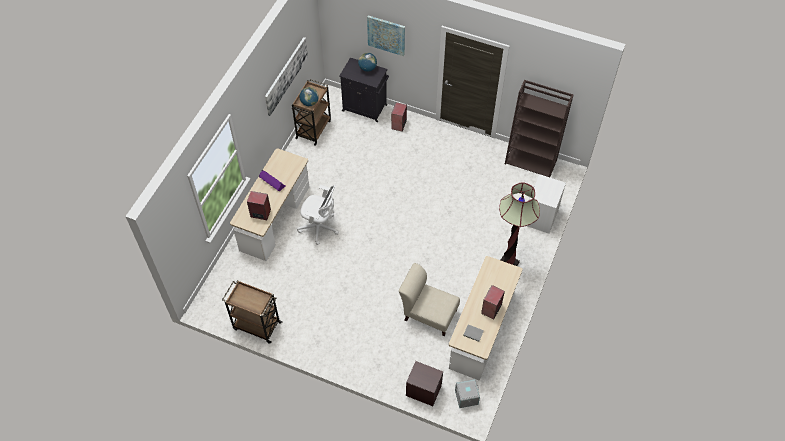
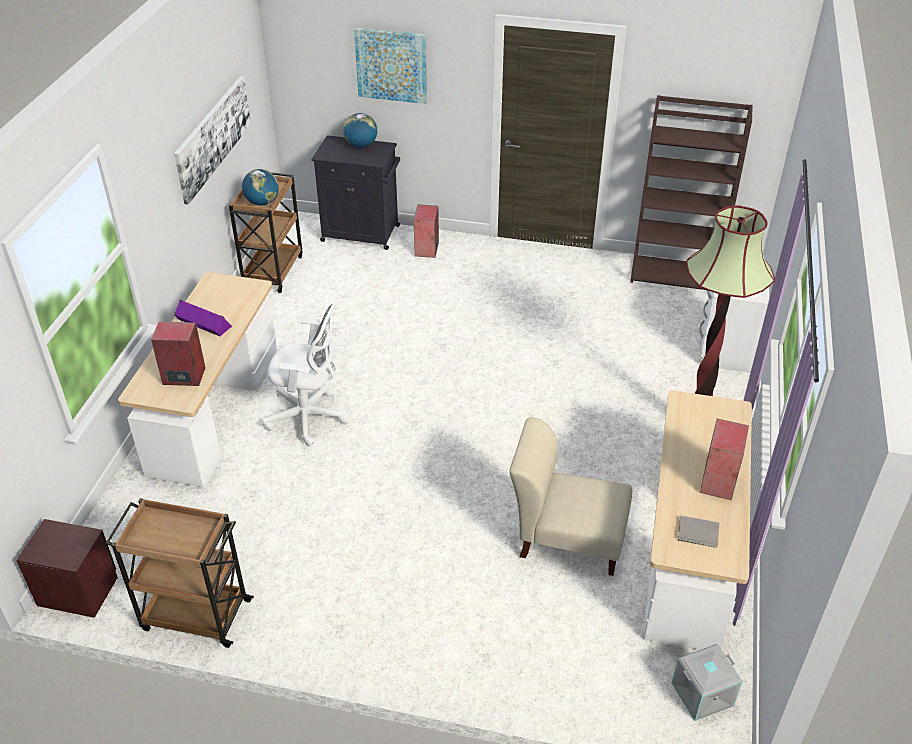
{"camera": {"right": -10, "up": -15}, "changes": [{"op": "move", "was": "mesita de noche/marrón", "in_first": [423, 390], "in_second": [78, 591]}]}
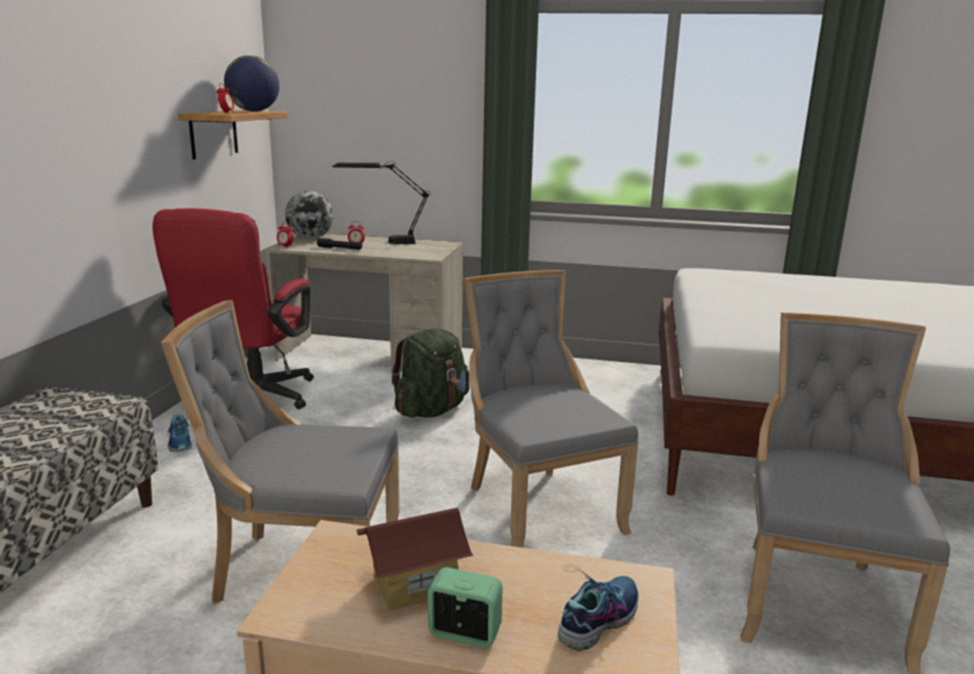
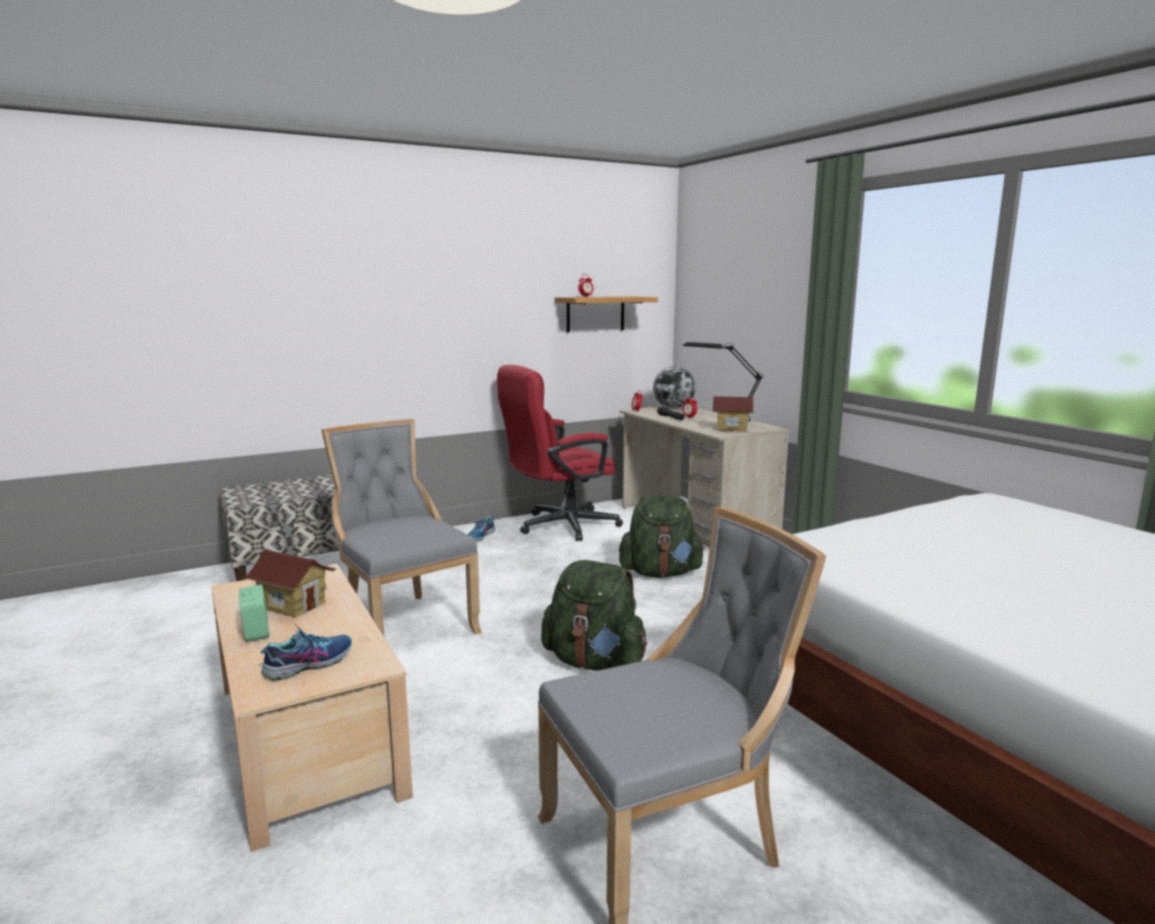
{"camera": {"right": 50, "up": -5}, "changes": [{"op": "delete", "was": "globo terráqueo", "in_first": [254, 111]}, {"op": "replace", "was": "silla/gris", "now": "mochila/verde", "in_first": [537, 508], "in_second": [594, 662]}, {"op": "rotate", "was": "zapato", "in_first": [598, 619], "in_second": [309, 663], "clockwise": -45}, {"op": "insert", "now": "casita", "in_second": [731, 428]}]}
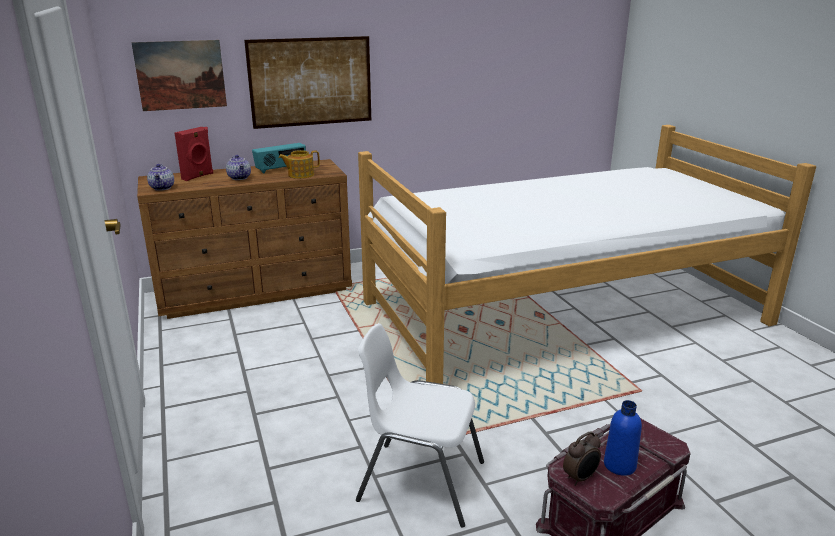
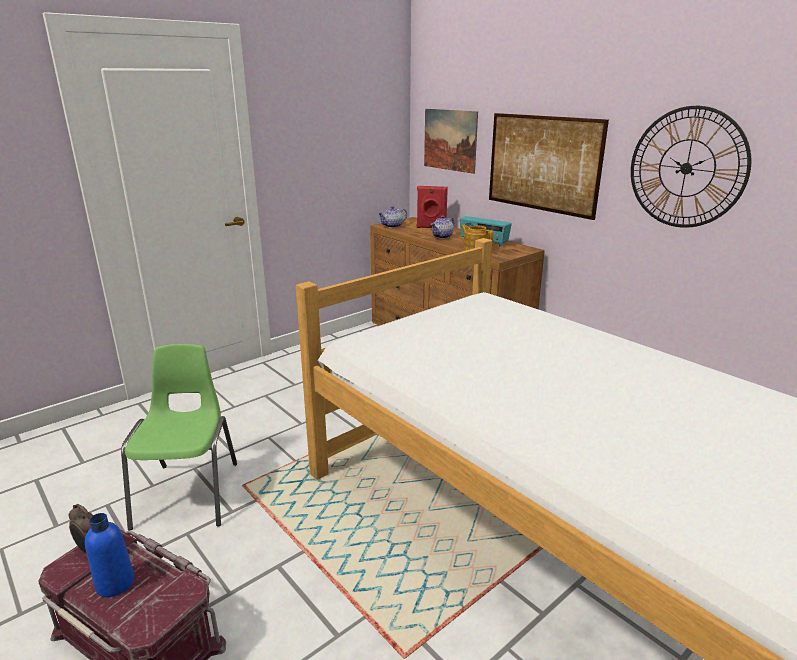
{"camera": {"right": 70, "up": 0}, "changes": [{"op": "recolor", "was": "silla/blanco", "now": "silla/verde", "in_first": [419, 481], "in_second": [189, 493]}, {"op": "insert", "now": "reloj de pared", "in_second": [686, 168]}]}
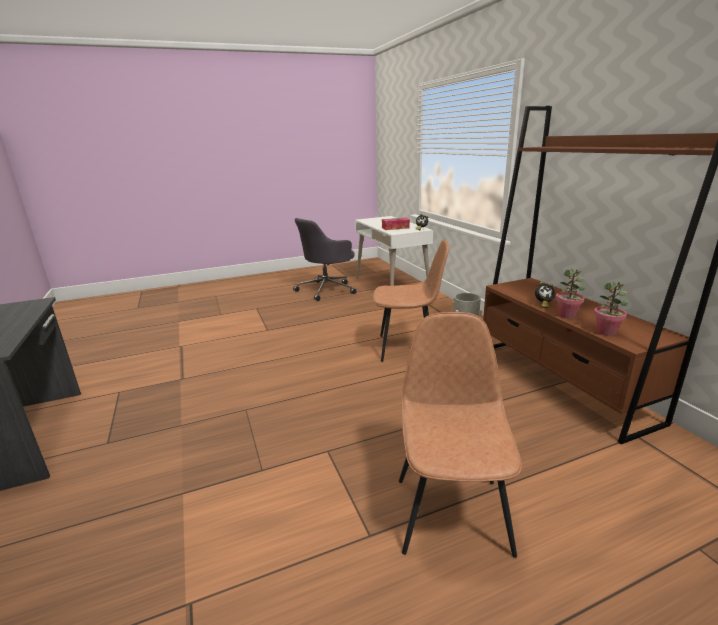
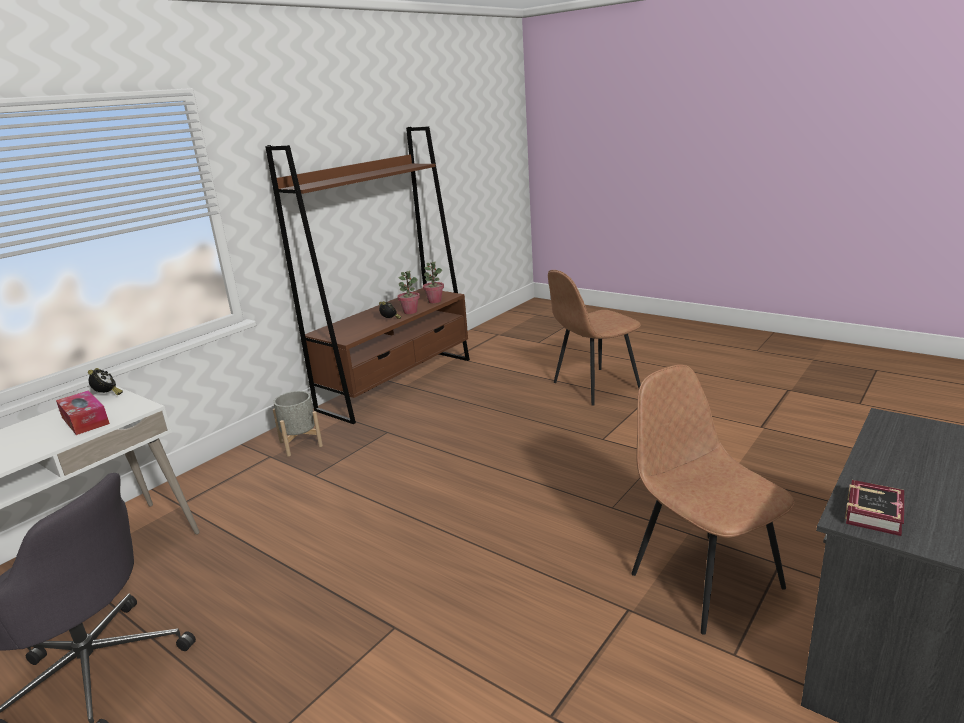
{"camera": {"right": -120, "up": 0}, "changes": [{"op": "move", "was": "silla/marrón", "in_first": [408, 348], "in_second": [703, 578]}, {"op": "insert", "now": "libro", "in_second": [876, 512]}]}
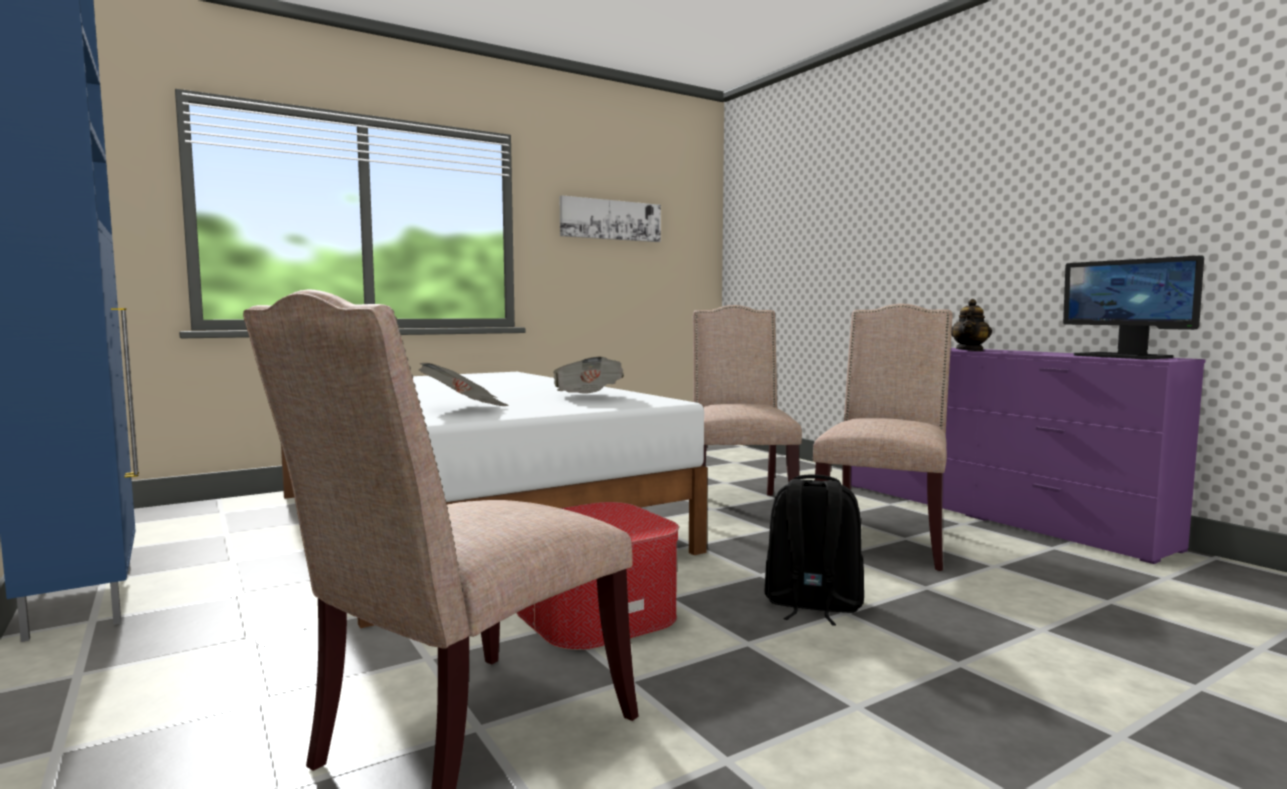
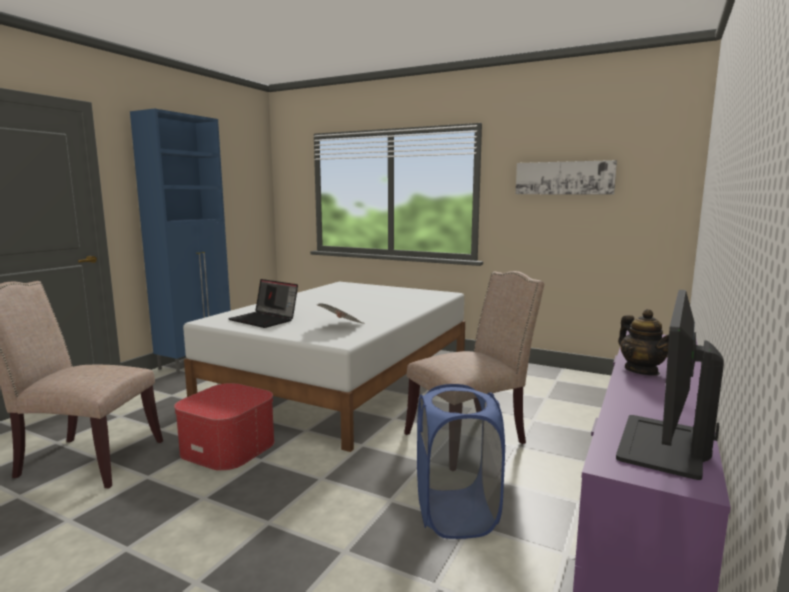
{"camera": {"right": 60, "up": 5}, "changes": [{"op": "replace", "was": "periódico", "now": "portátil", "in_first": [465, 409], "in_second": [265, 320]}, {"op": "delete", "was": "mochila/negro", "in_first": [812, 605]}, {"op": "replace", "was": "silla/beis", "now": "cesto de la ropa/azul", "in_first": [883, 539], "in_second": [456, 514]}, {"op": "rotate", "was": "tetera", "in_first": [970, 350], "in_second": [641, 370], "clockwise": -105}]}
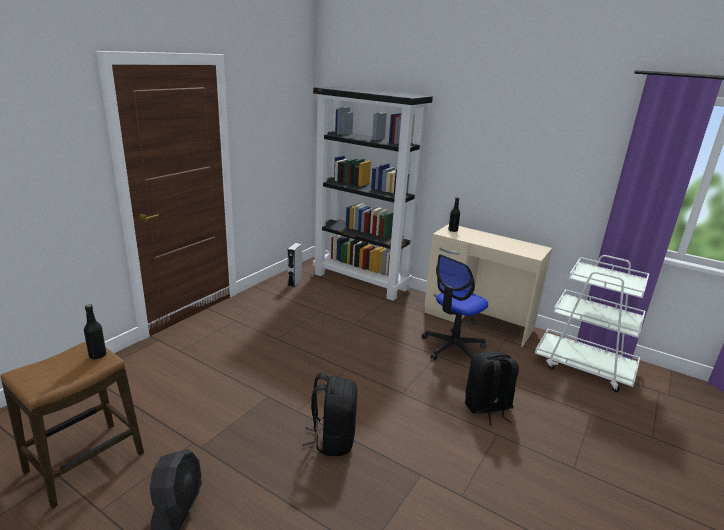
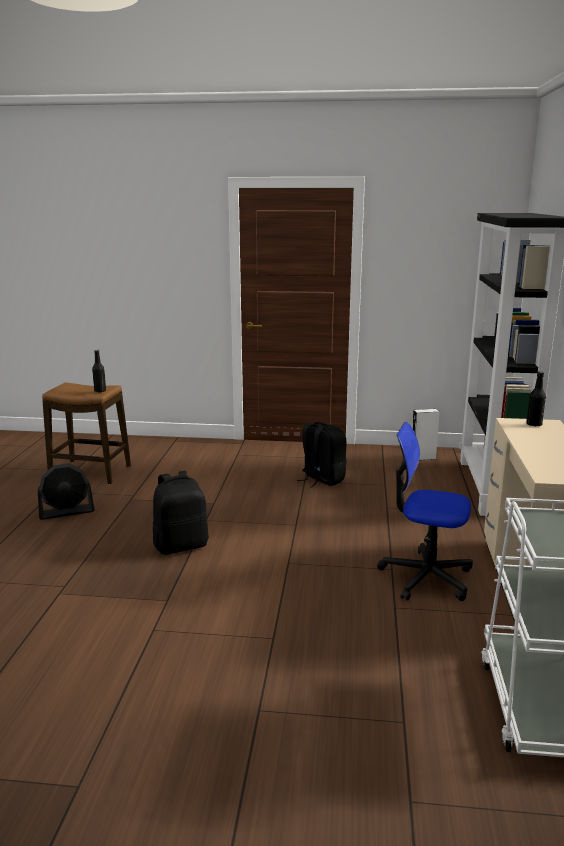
{"camera": {"right": 65, "up": -5}, "changes": [{"op": "move", "was": "mochila/negro", "in_first": [487, 408], "in_second": [322, 479]}]}
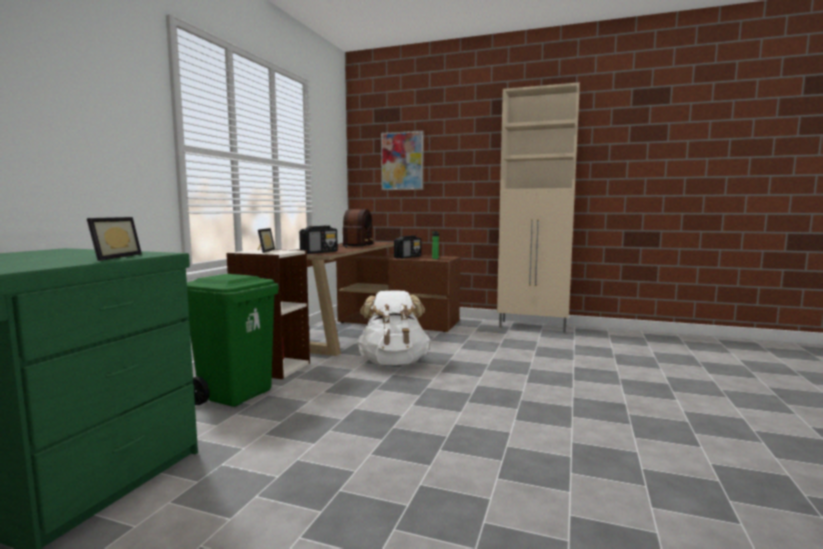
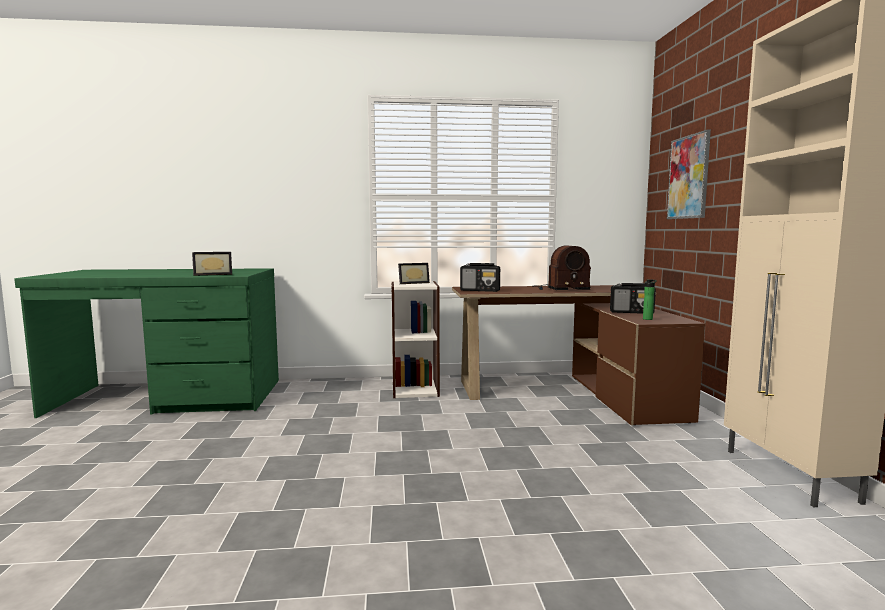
{"camera": {"right": 65, "up": 0}, "changes": [{"op": "delete", "was": "papelera/verde", "in_first": [235, 395]}, {"op": "delete", "was": "mochila/blanco", "in_first": [393, 362]}]}
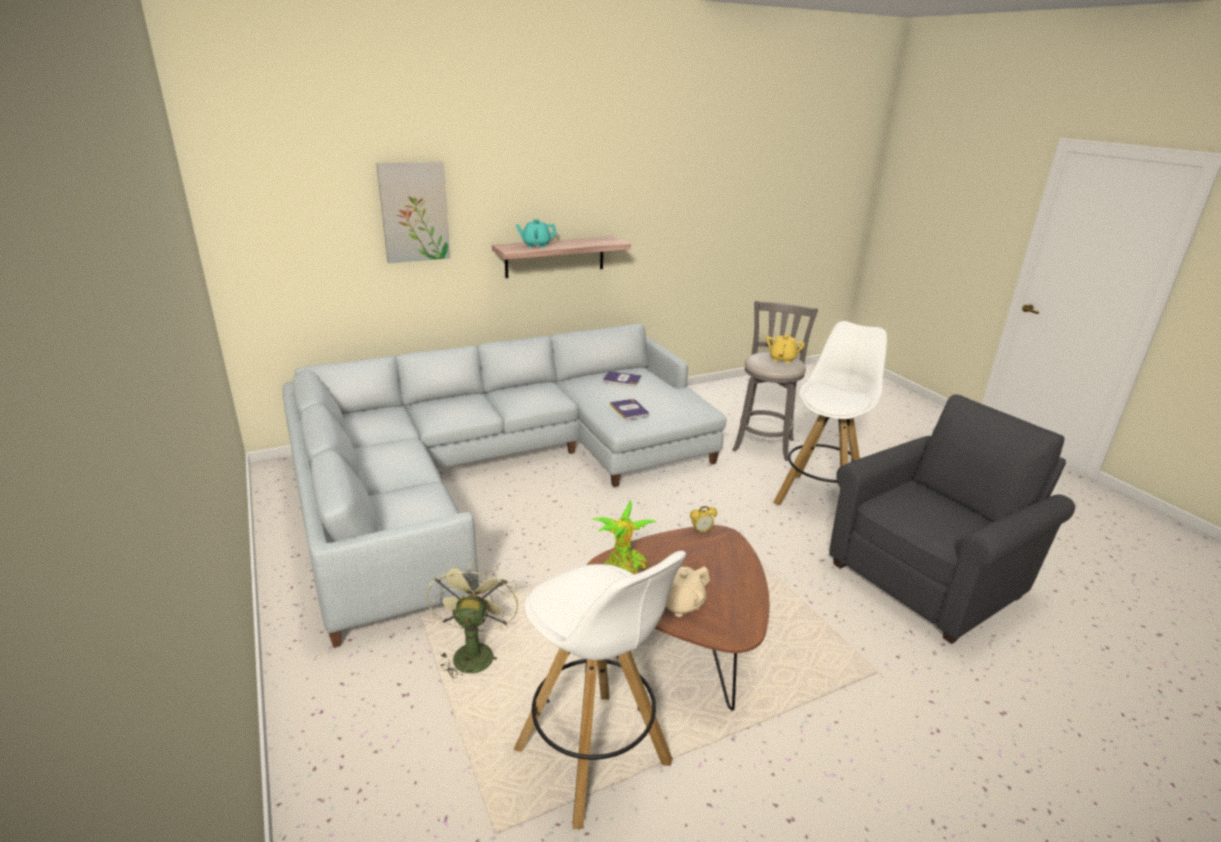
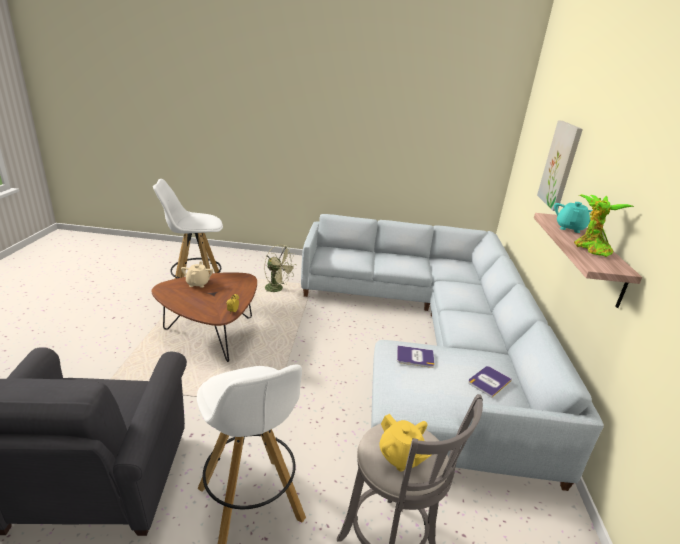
{"camera": {"right": 120, "up": 0}, "changes": [{"op": "move", "was": "planta en maceta", "in_first": [624, 569], "in_second": [590, 249]}]}
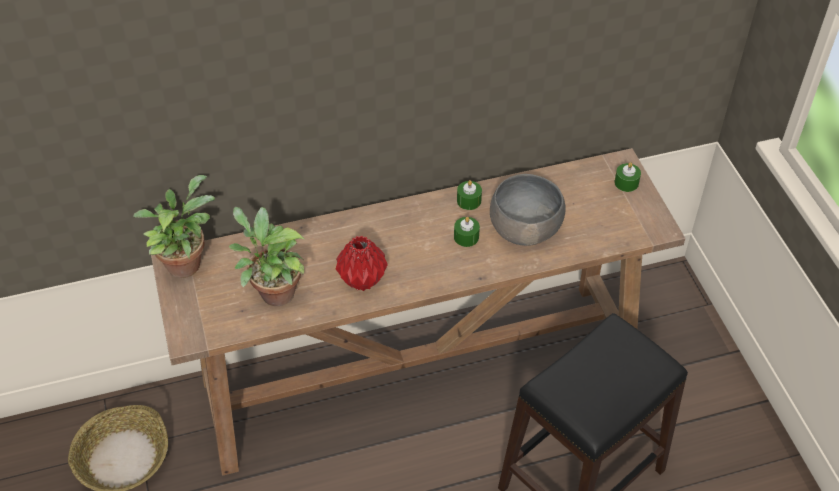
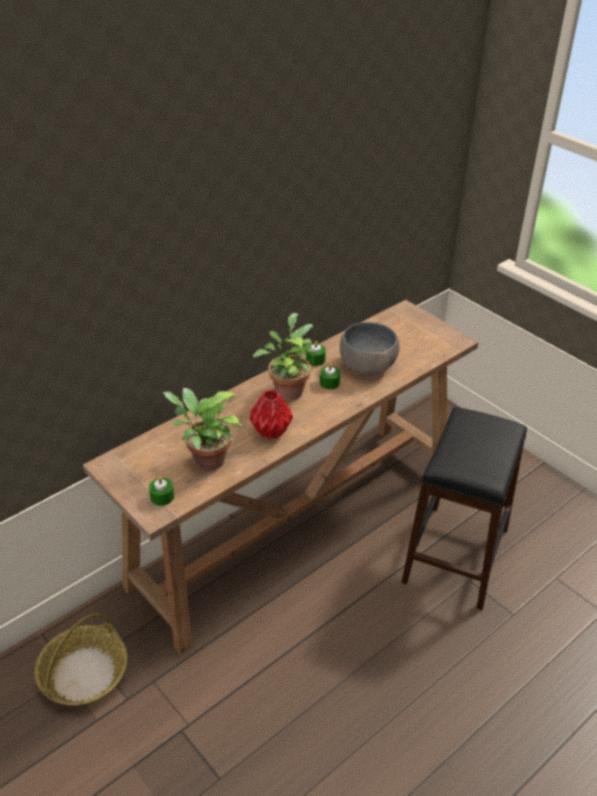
{"camera": {"right": -25, "up": -10}, "changes": [{"op": "move", "was": "planta en maceta", "in_first": [185, 261], "in_second": [288, 389]}, {"op": "move", "was": "vela/verde", "in_first": [626, 183], "in_second": [162, 497]}]}
